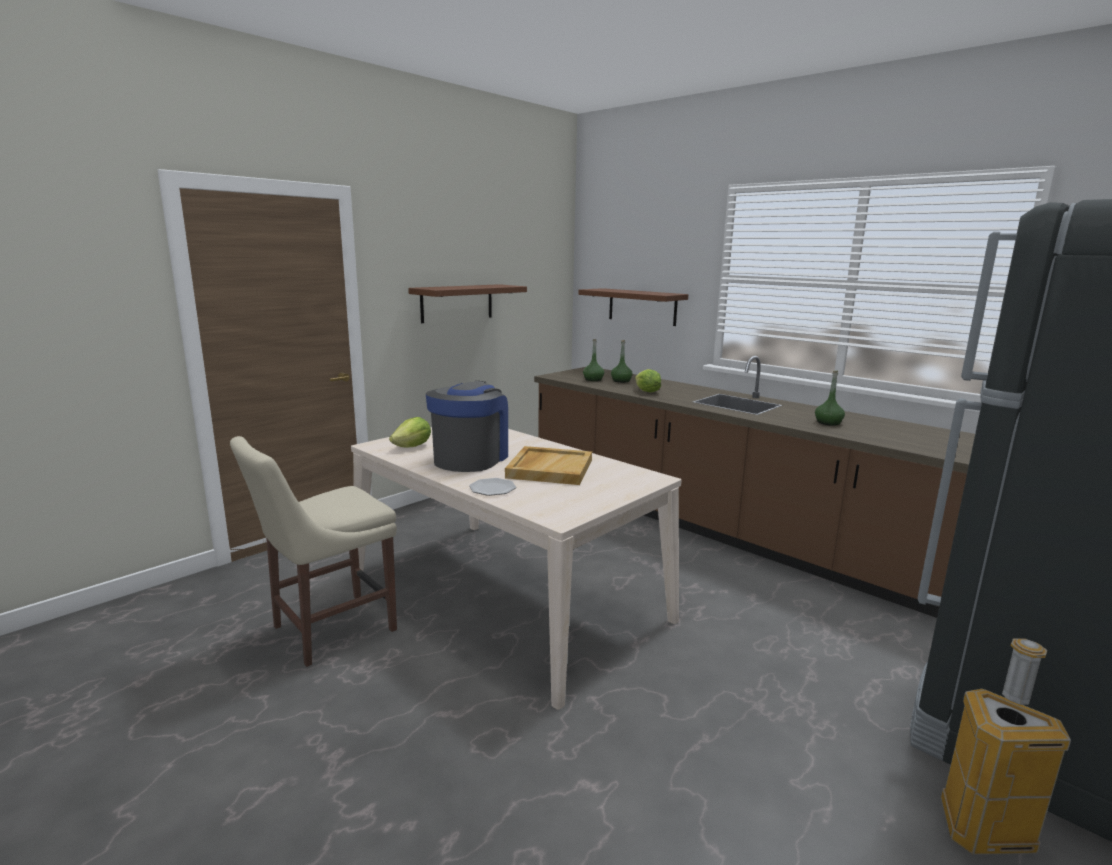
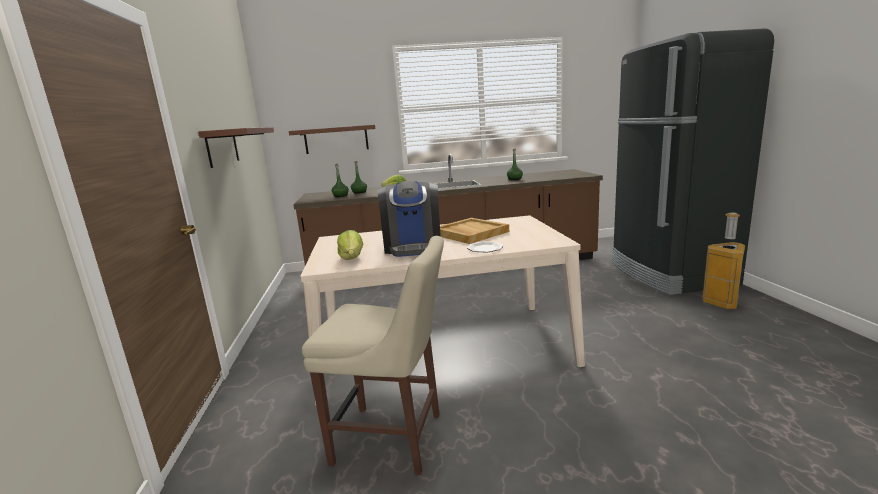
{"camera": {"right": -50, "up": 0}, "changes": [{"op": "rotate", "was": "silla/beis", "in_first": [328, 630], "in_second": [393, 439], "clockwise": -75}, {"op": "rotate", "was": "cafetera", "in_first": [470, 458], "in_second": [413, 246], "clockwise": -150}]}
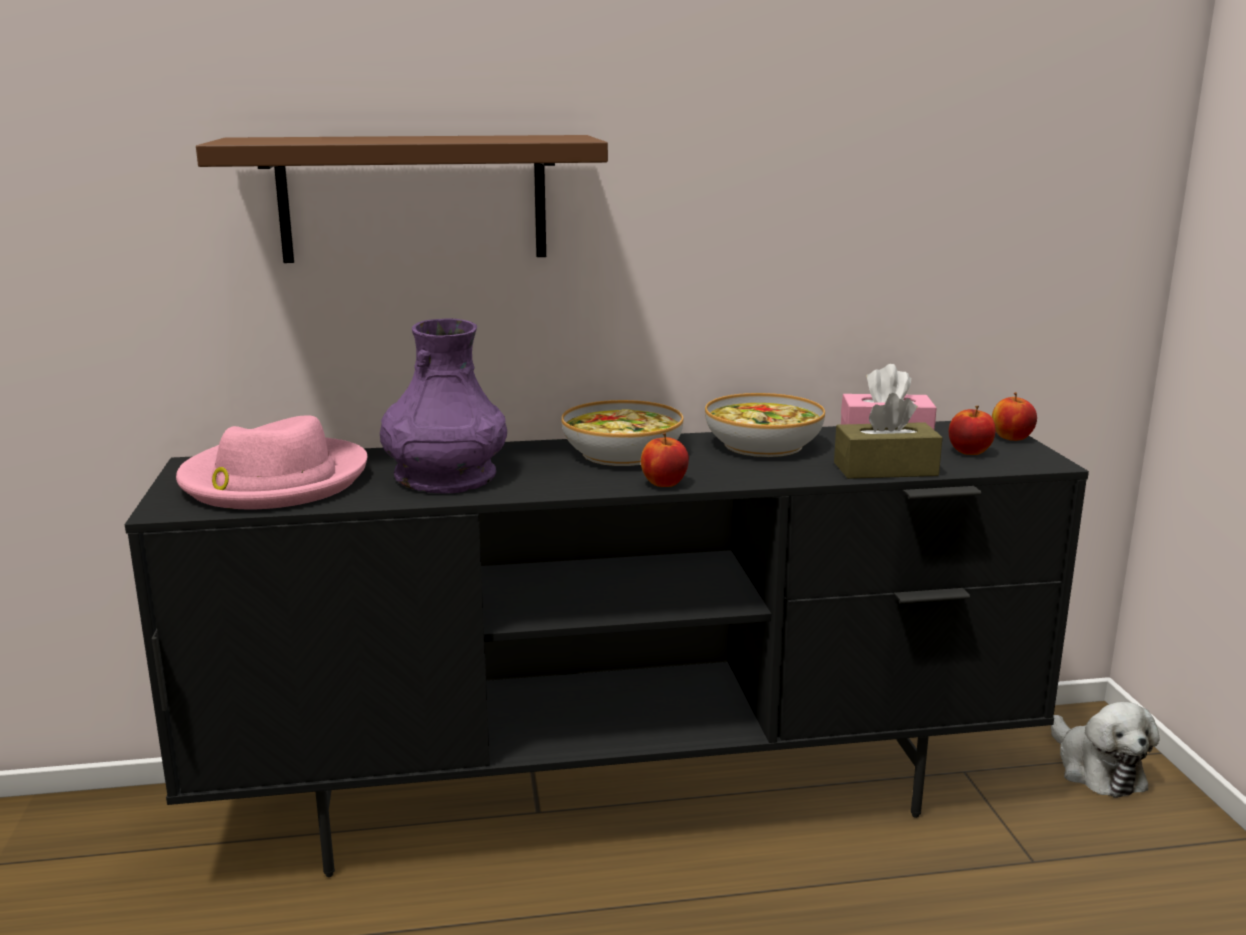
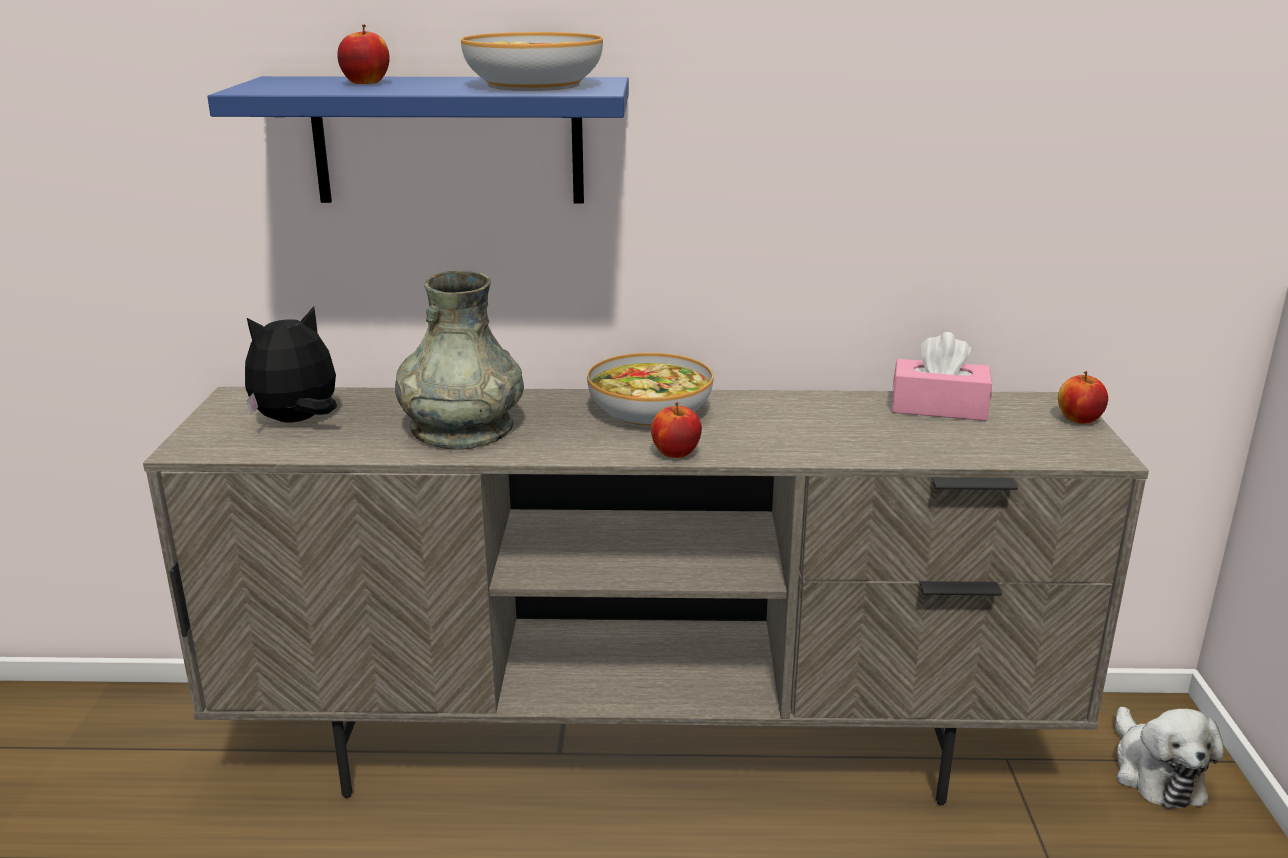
{"camera": {"right": 10, "up": 5}, "changes": [{"op": "recolor", "was": "mueble de televisión/negro", "now": "mueble de televisión/beis", "in_first": [626, 798], "in_second": [648, 748]}, {"op": "replace", "was": "sombrero/rosa", "now": "peluche", "in_first": [273, 480], "in_second": [298, 421]}, {"op": "recolor", "was": "estante/marrón", "now": "estante/azul", "in_first": [413, 198], "in_second": [448, 140]}, {"op": "recolor", "was": "florero/morado", "now": "florero/gris", "in_first": [445, 476], "in_second": [462, 428]}, {"op": "move", "was": "cuenco", "in_first": [763, 444], "in_second": [535, 84]}, {"op": "delete", "was": "caja de pañuelos/marrón", "in_first": [885, 469]}, {"op": "move", "was": "manzana", "in_first": [969, 452], "in_second": [365, 83]}]}
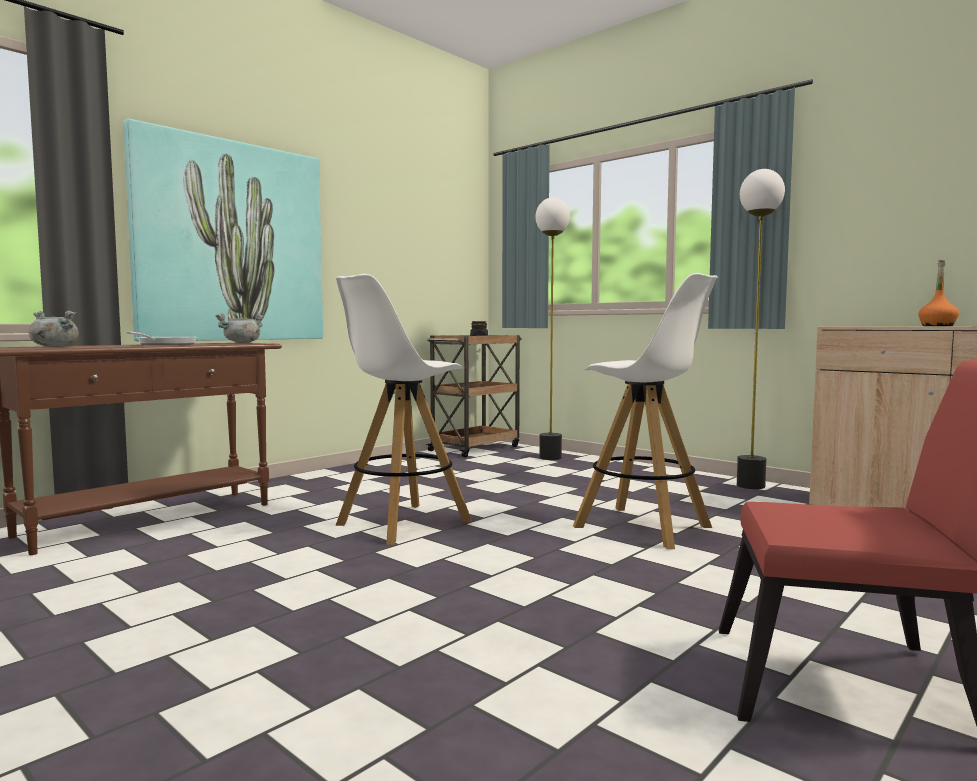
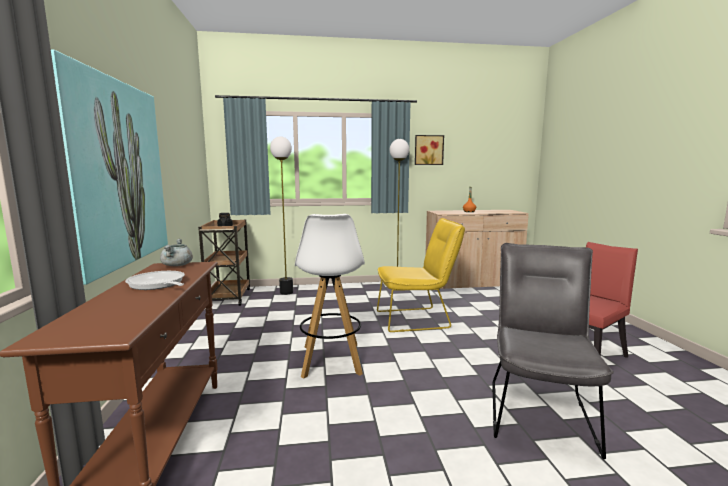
{"camera": {"right": -50, "up": 5}, "changes": [{"op": "delete", "was": "olla/gris", "in_first": [54, 346]}, {"op": "replace", "was": "taburete/blanco", "now": "silla/amarillo", "in_first": [644, 527], "in_second": [417, 319]}, {"op": "insert", "now": "cuadro", "in_second": [428, 150]}, {"op": "insert", "now": "silla/gris", "in_second": [539, 410]}]}
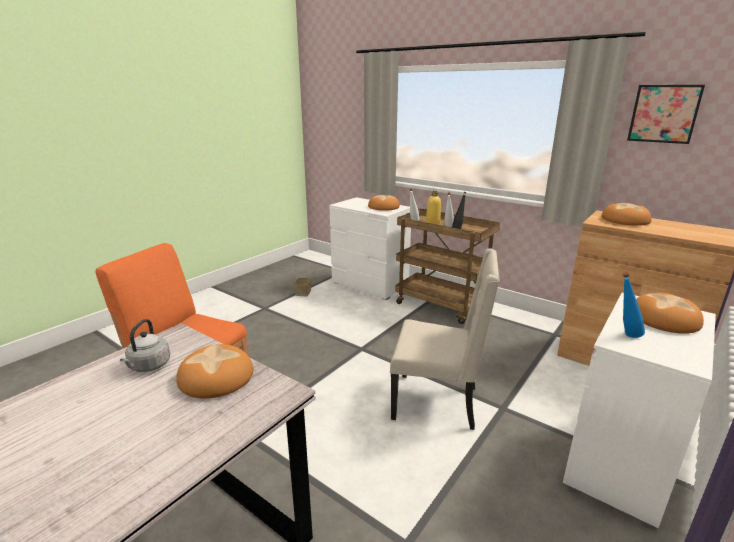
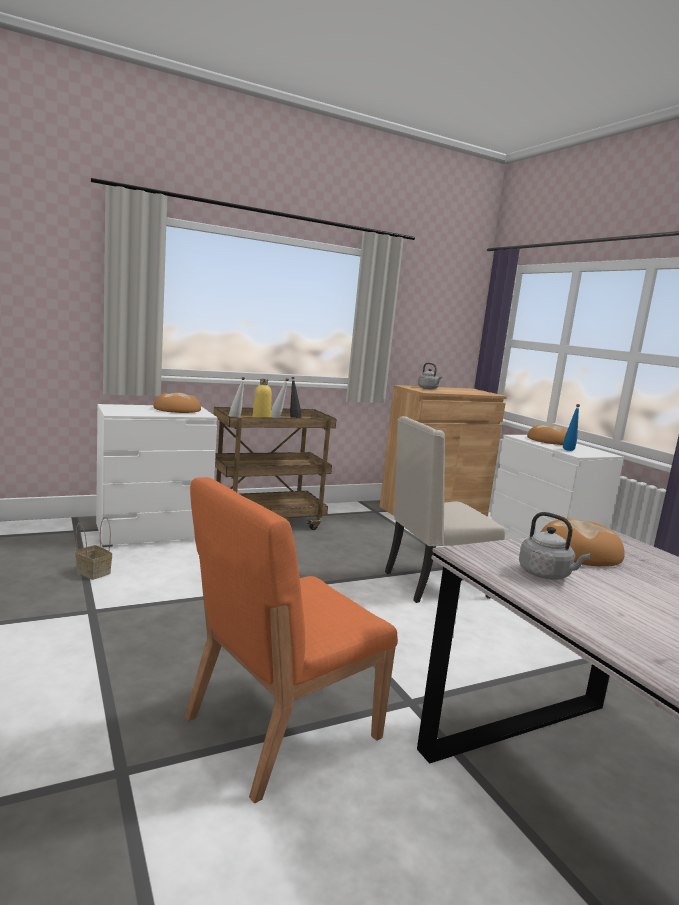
{"camera": {"right": -65, "up": -10}, "changes": [{"op": "rotate", "was": "silla/beis", "in_first": [437, 402], "in_second": [433, 585], "clockwise": -150}, {"op": "replace", "was": "pan", "now": "hervidor/gris", "in_first": [625, 220], "in_second": [428, 388]}, {"op": "delete", "was": "cuadro", "in_first": [664, 114]}]}
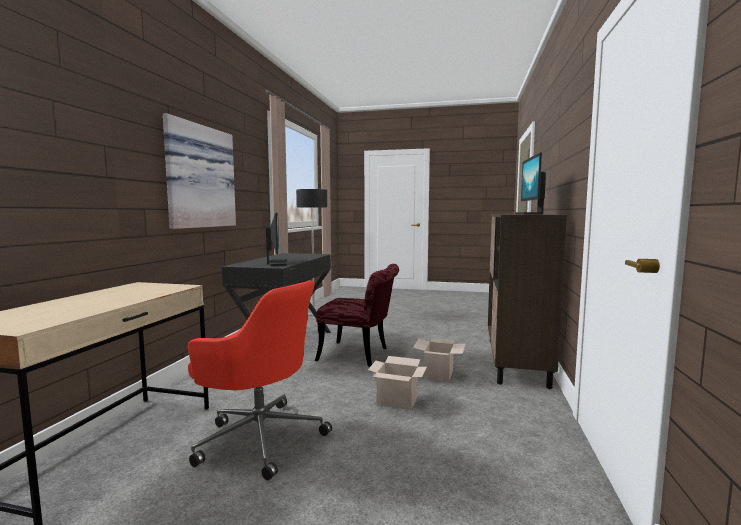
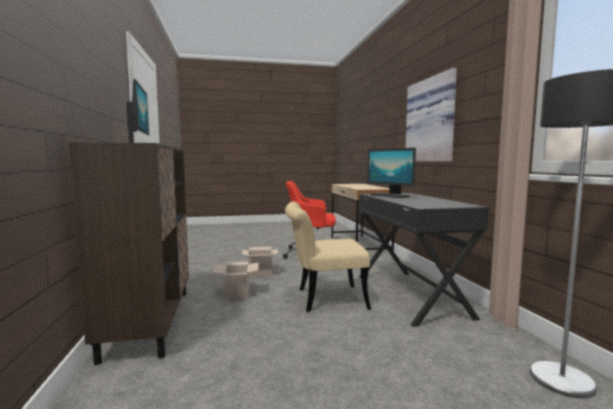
{"camera": {"right": 155, "up": 0}, "changes": [{"op": "recolor", "was": "silla/rojo", "now": "silla/beis", "in_first": [360, 355], "in_second": [323, 299]}]}
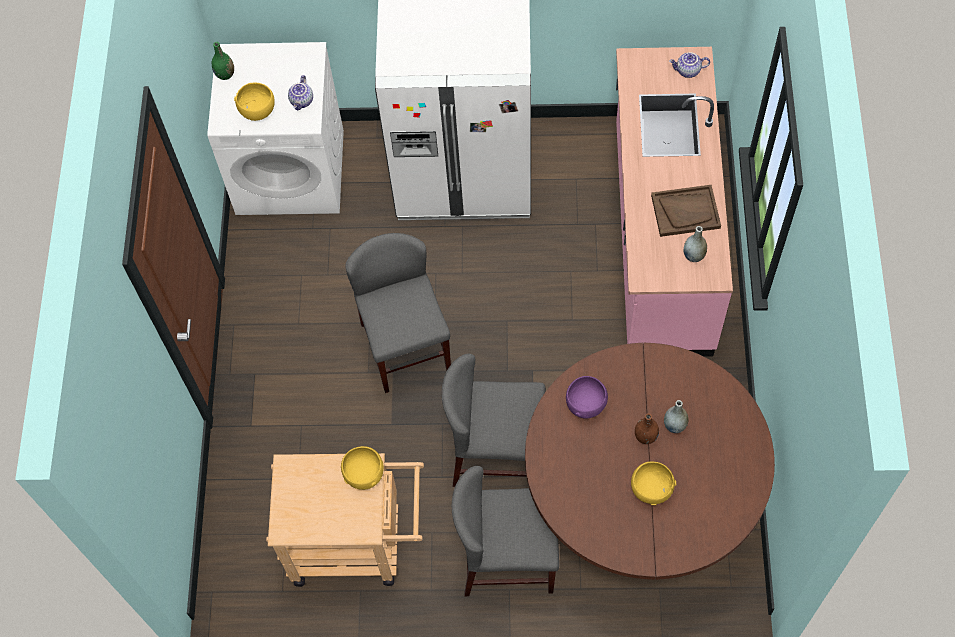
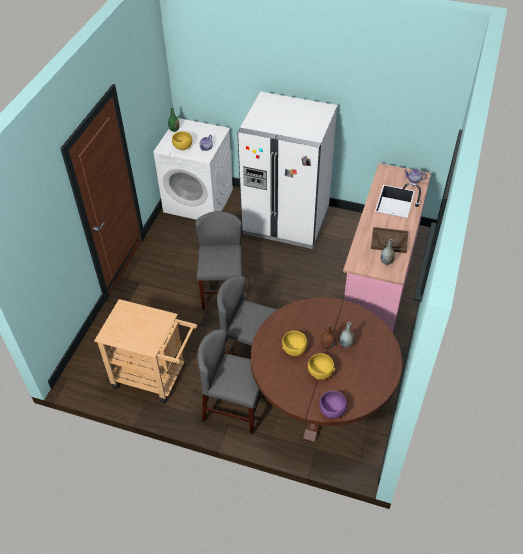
{"camera": {"right": 15, "up": -15}, "changes": [{"op": "move", "was": "cuenco/amarillo", "in_first": [364, 474], "in_second": [294, 349]}, {"op": "move", "was": "cuenco/morado", "in_first": [586, 404], "in_second": [332, 410]}]}
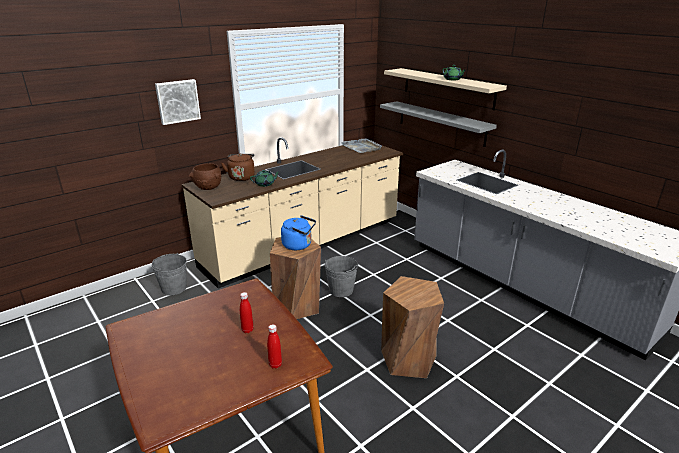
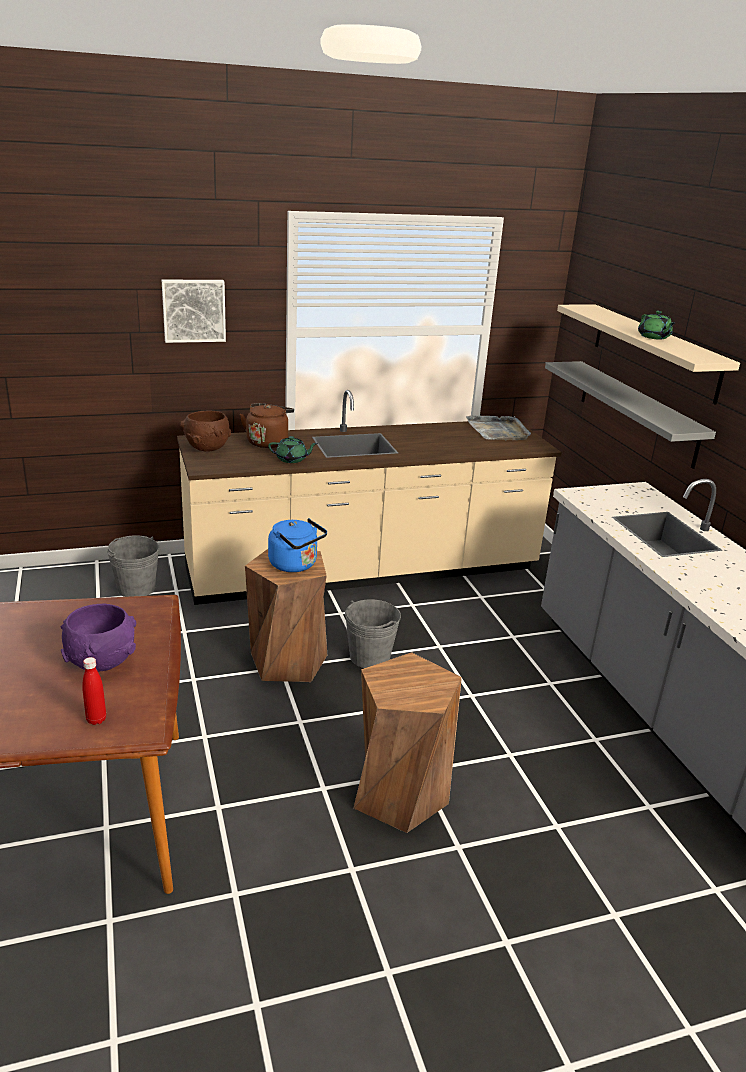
{"camera": {"right": 20, "up": 0}, "changes": [{"op": "replace", "was": "botella/rojo", "now": "cuenco/morado", "in_first": [247, 330], "in_second": [102, 662]}]}
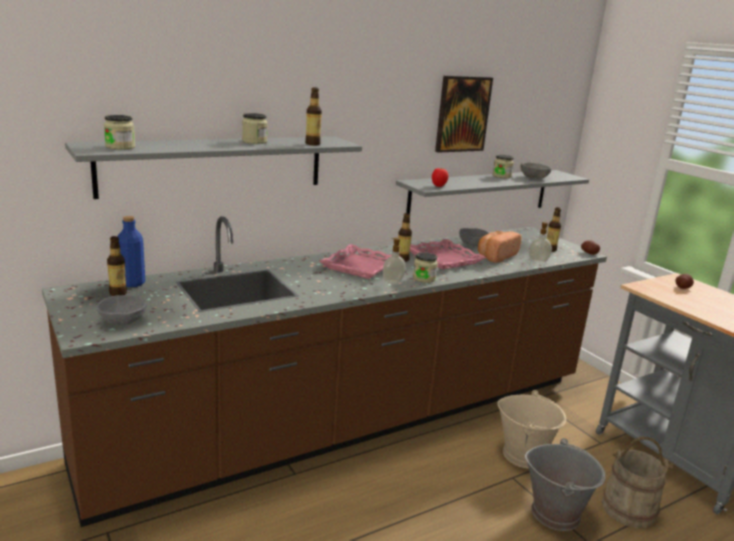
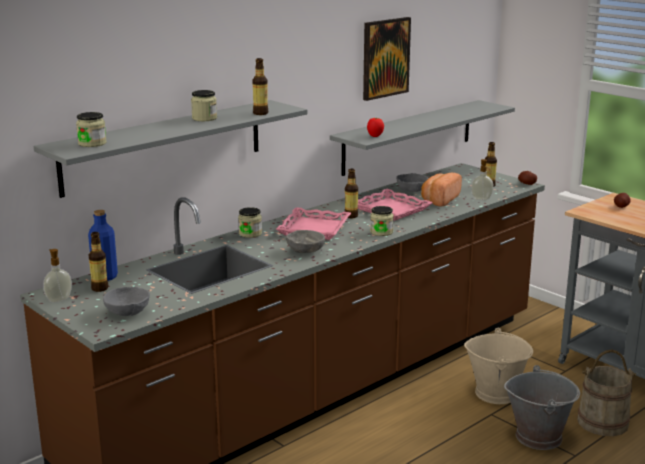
{"camera": {"right": -10, "up": 0}, "changes": [{"op": "move", "was": "dispensador de jabón", "in_first": [392, 282], "in_second": [58, 299]}, {"op": "move", "was": "tarro", "in_first": [501, 176], "in_second": [250, 233]}, {"op": "move", "was": "cuenco/gris", "in_first": [533, 178], "in_second": [305, 251]}]}
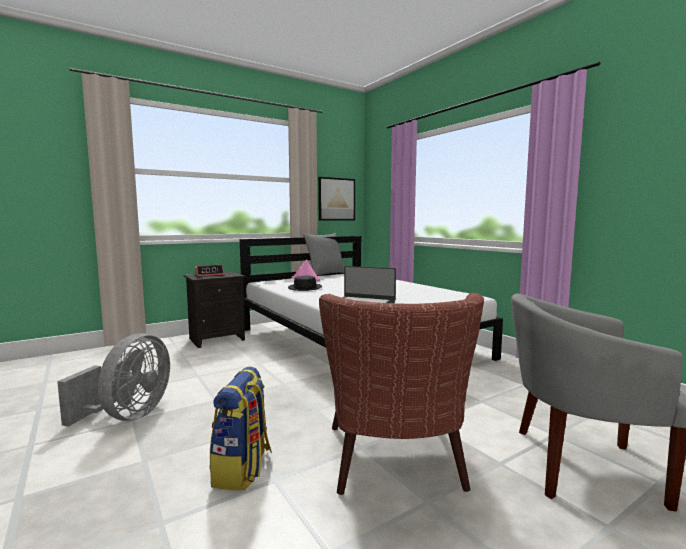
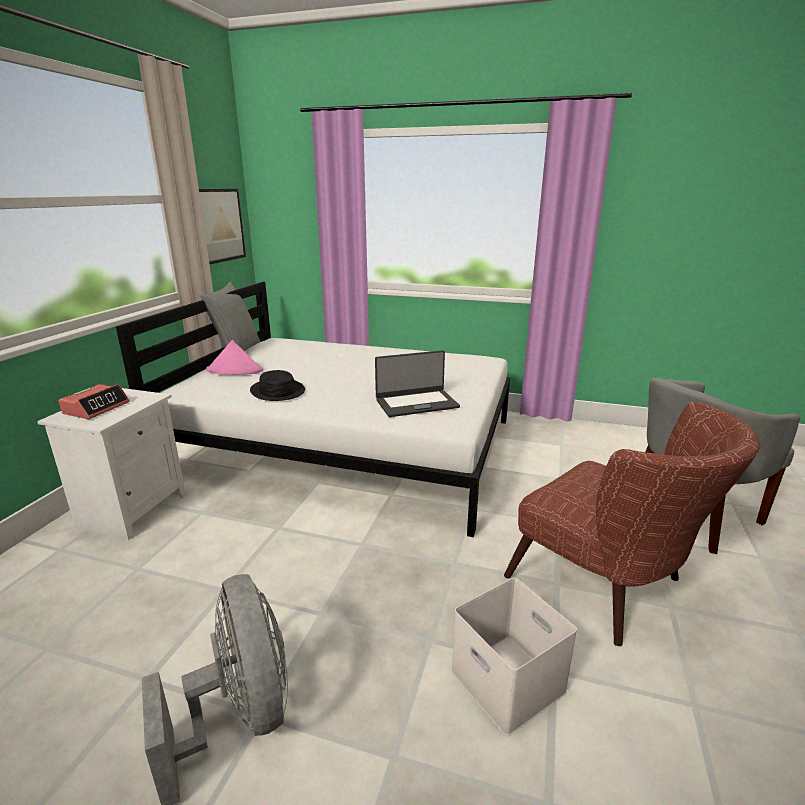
{"camera": {"right": -40, "up": 15}, "changes": [{"op": "recolor", "was": "mesita de noche/negro", "now": "mesita de noche/blanco", "in_first": [217, 339], "in_second": [133, 509]}, {"op": "replace", "was": "mochila", "now": "caja de almacenaje/blanco", "in_first": [243, 469], "in_second": [510, 682]}]}
